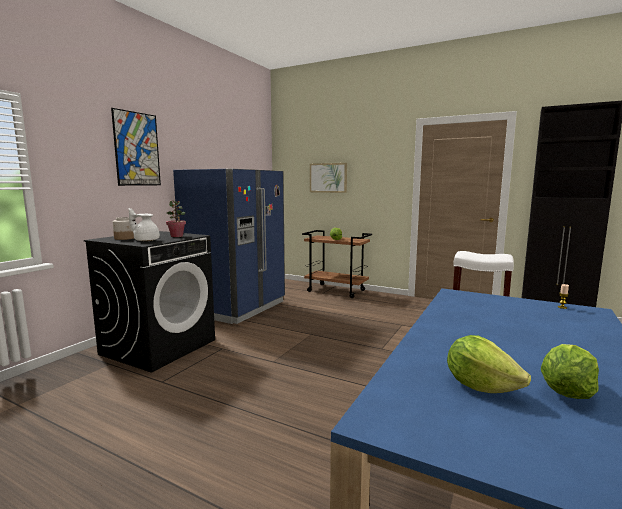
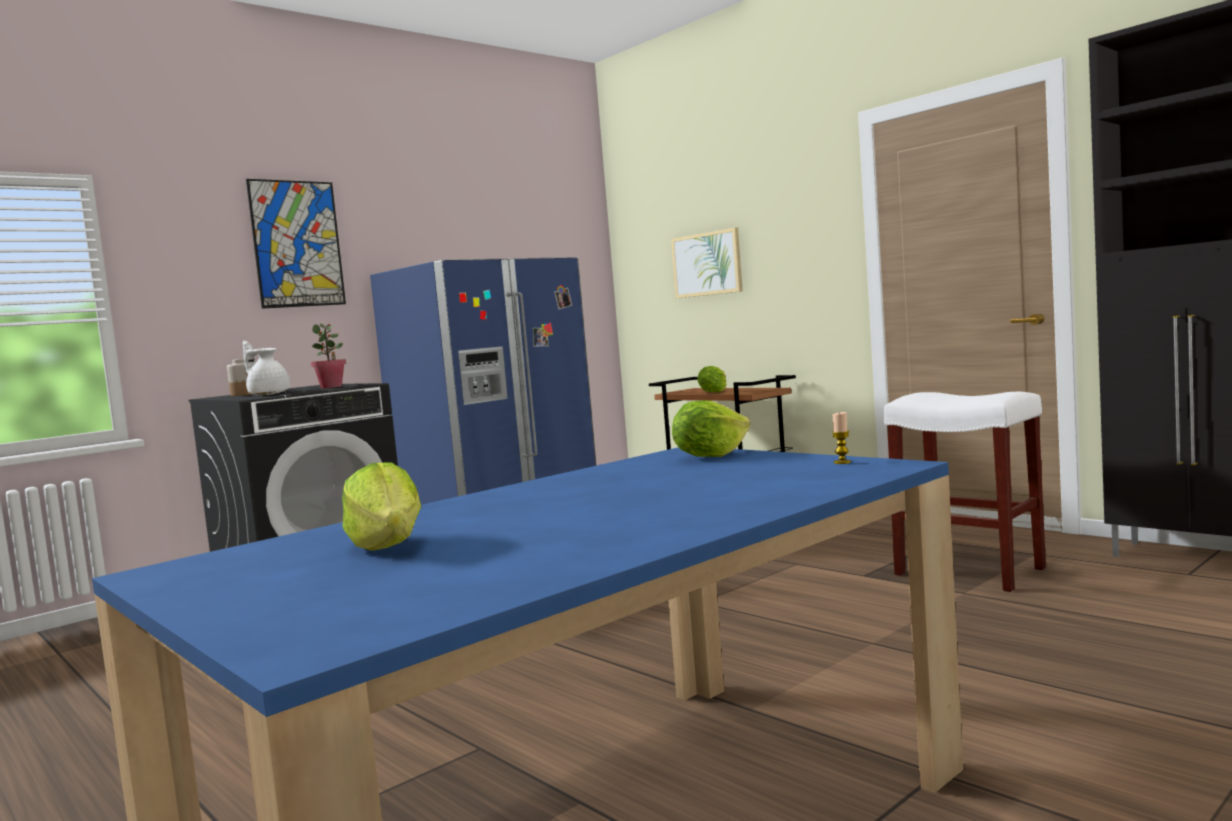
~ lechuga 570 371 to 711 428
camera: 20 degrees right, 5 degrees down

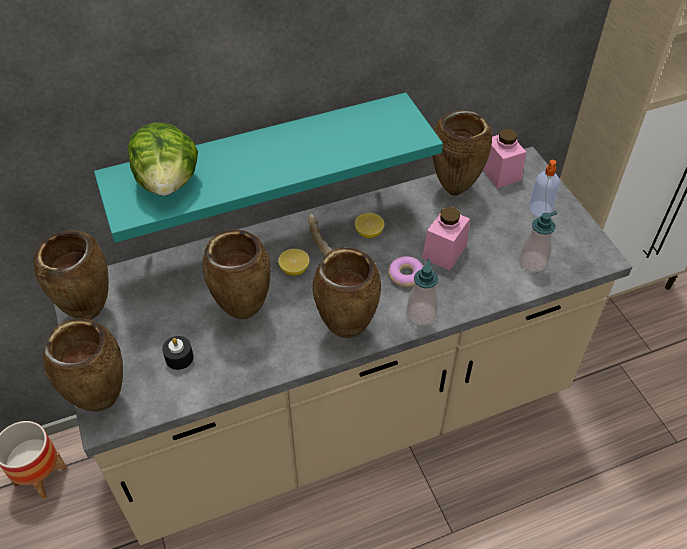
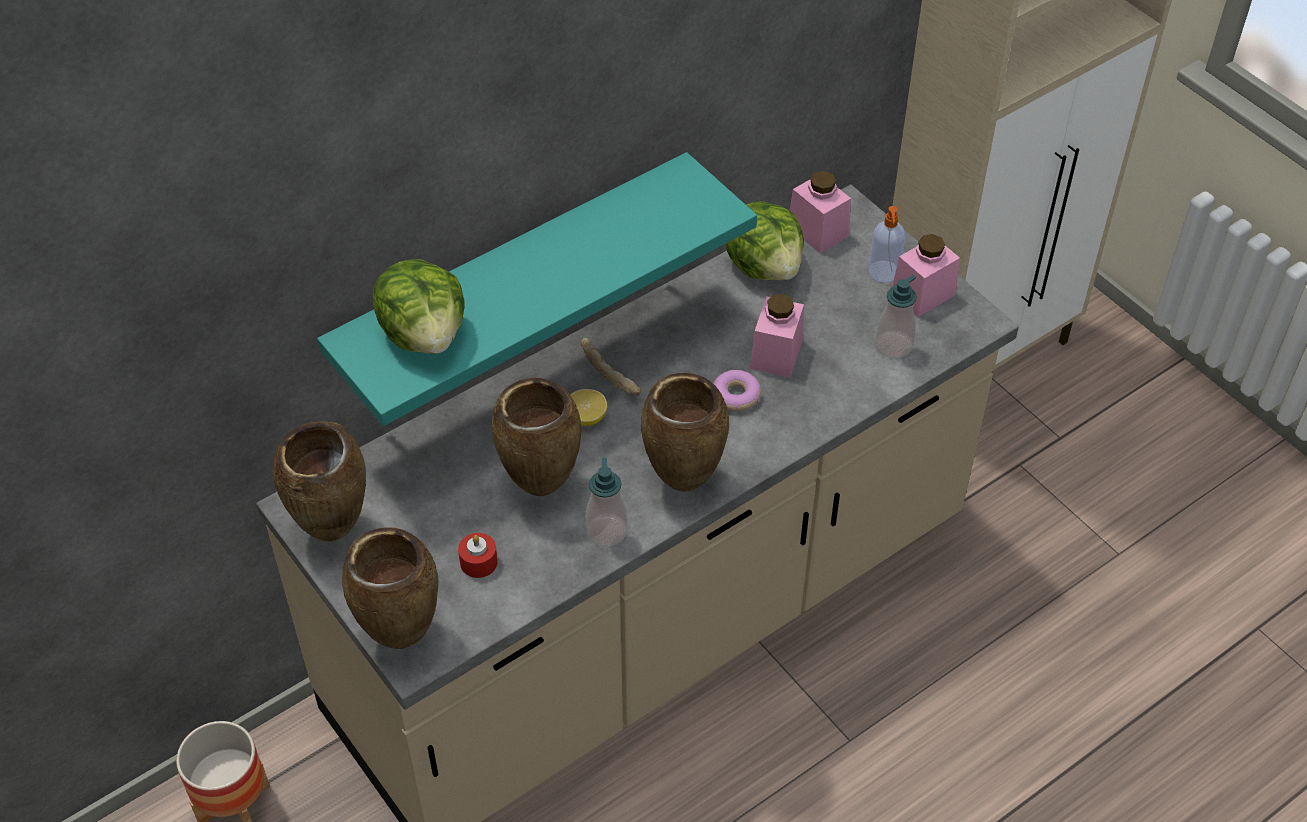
- limón 369 225
+ tarro [rosa] 926 275
~ dispensador de jabón 422 292 to 606 502
~ florero [marrón] 462 153 to lechuga 765 241
~ vela [negro] 178 353 to vela [rojo] 478 555
camera: 15 degrees left, 0 degrees up

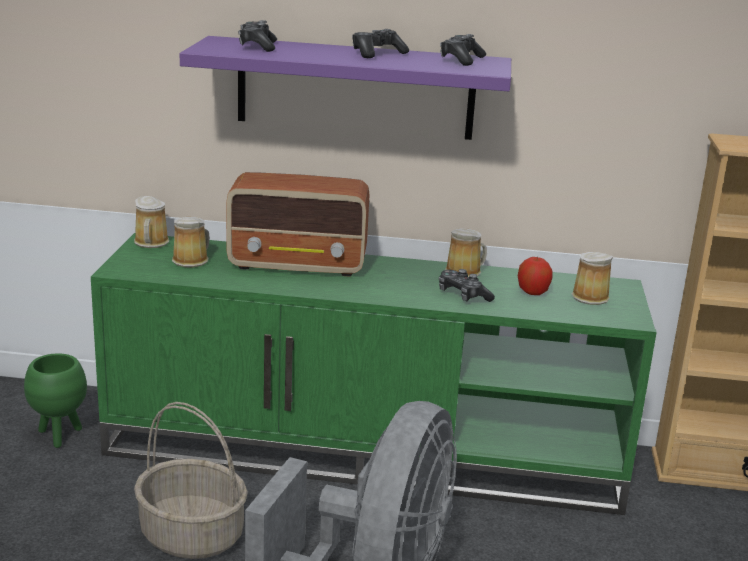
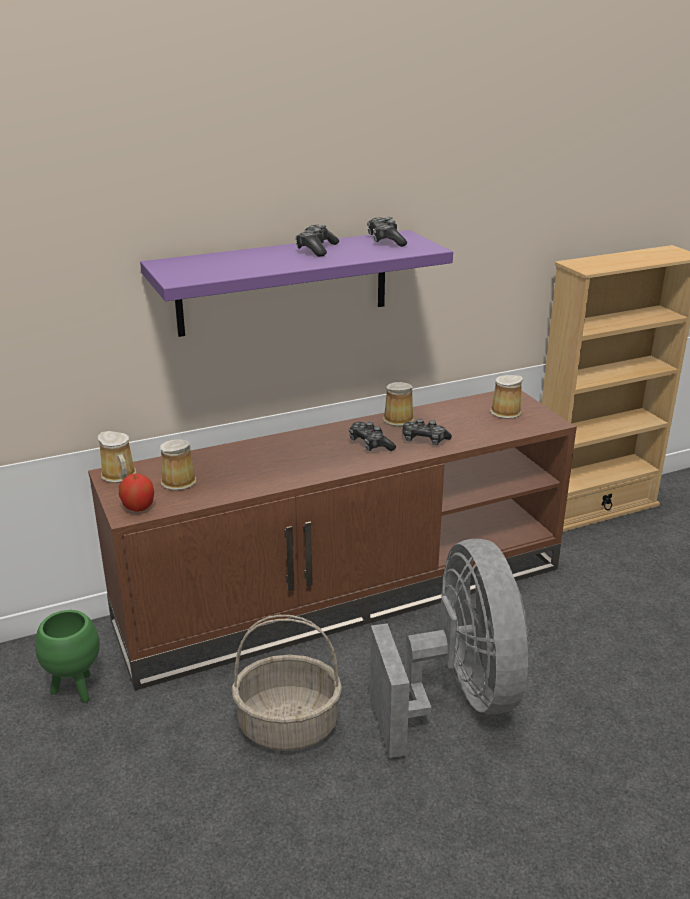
- radio 298 224
~ mando de consola 257 36 to 372 436
~ manzana 535 276 to 136 493
~ mueble de televisión [verde] 374 374 to mueble de televisión [marrón] 332 540
camera: 30 degrees left, 5 degrees up

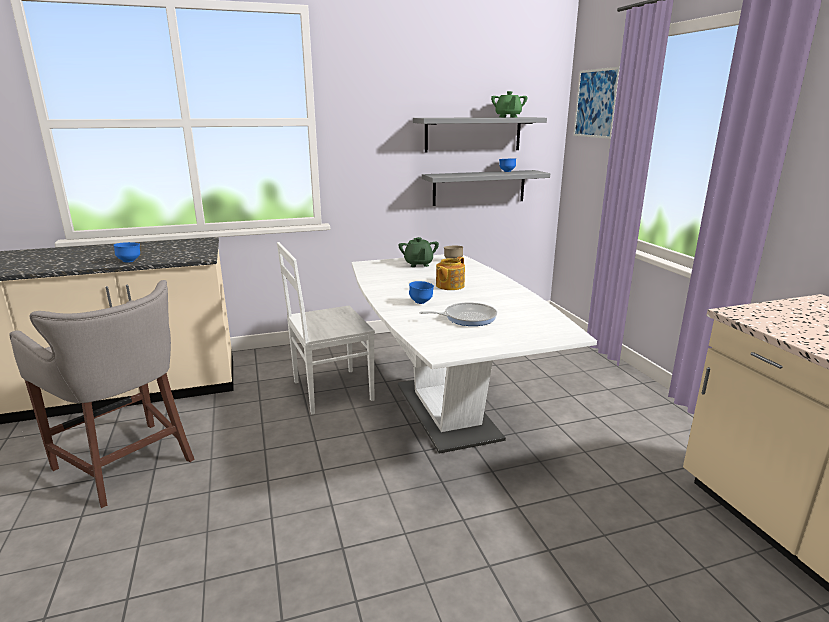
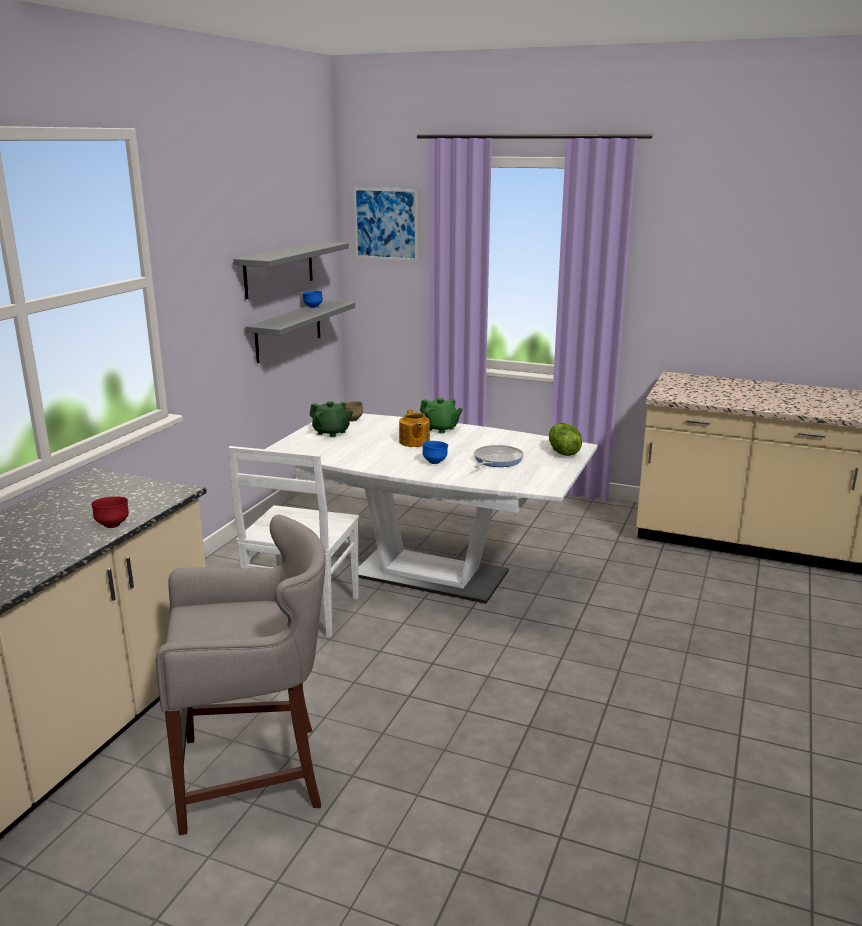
+ lechuga 565 439
~ tetera [verde] 509 104 to 441 415
~ cuenco [azul] 126 252 to cuenco [rojo] 110 512
camera: 50 degrees left, 0 degrees up

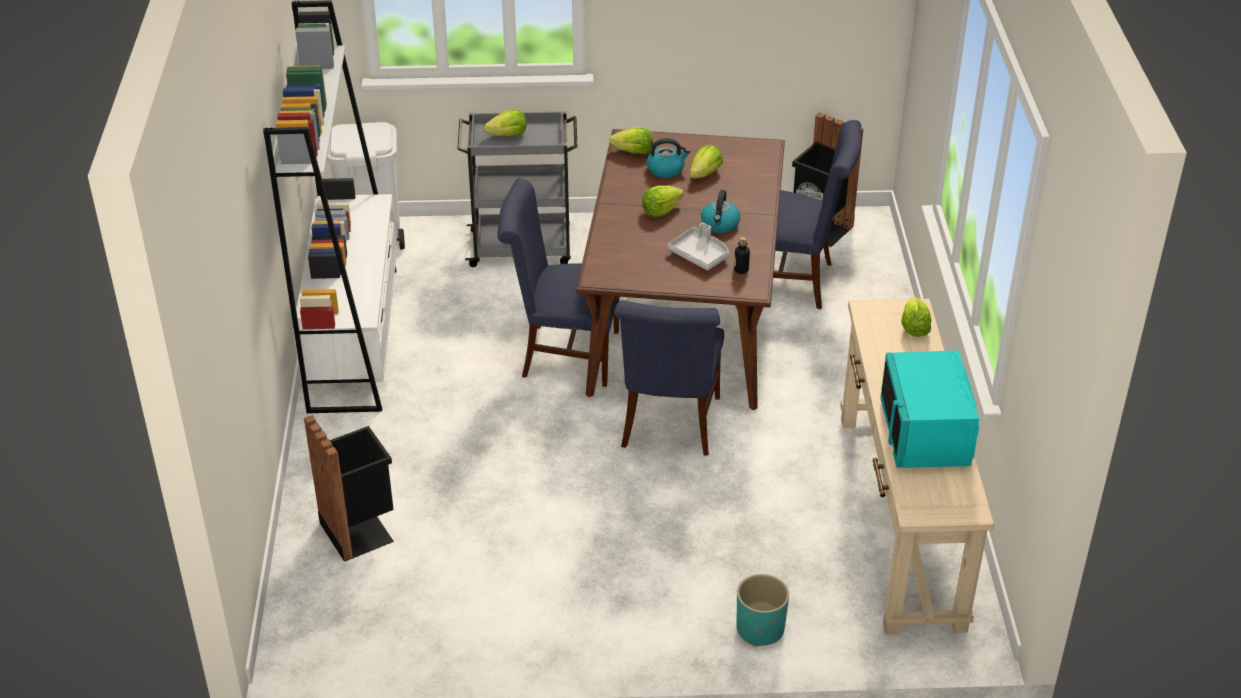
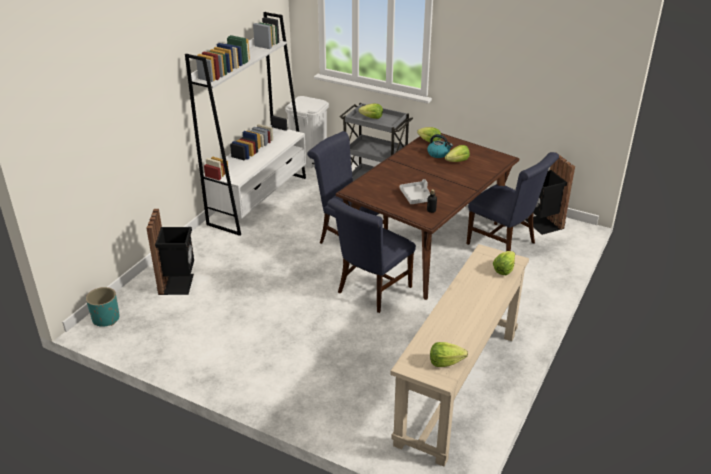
- hervidor 720 211
- microondas [turquesa] 929 409
~ lechuga 663 201 to 449 354
~ maceta [turquesa] 763 610 to 103 307
camera: 30 degrees right, 5 degrees down

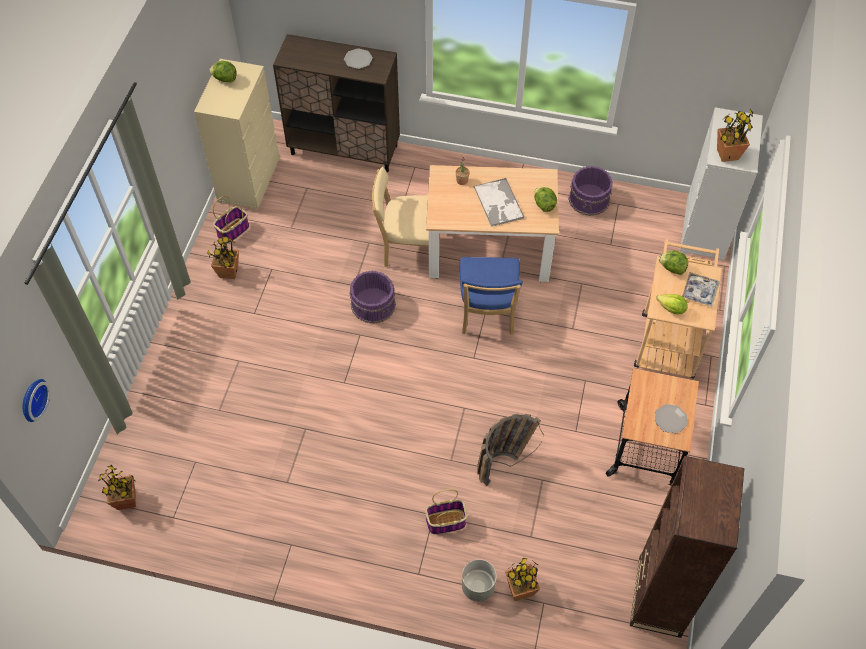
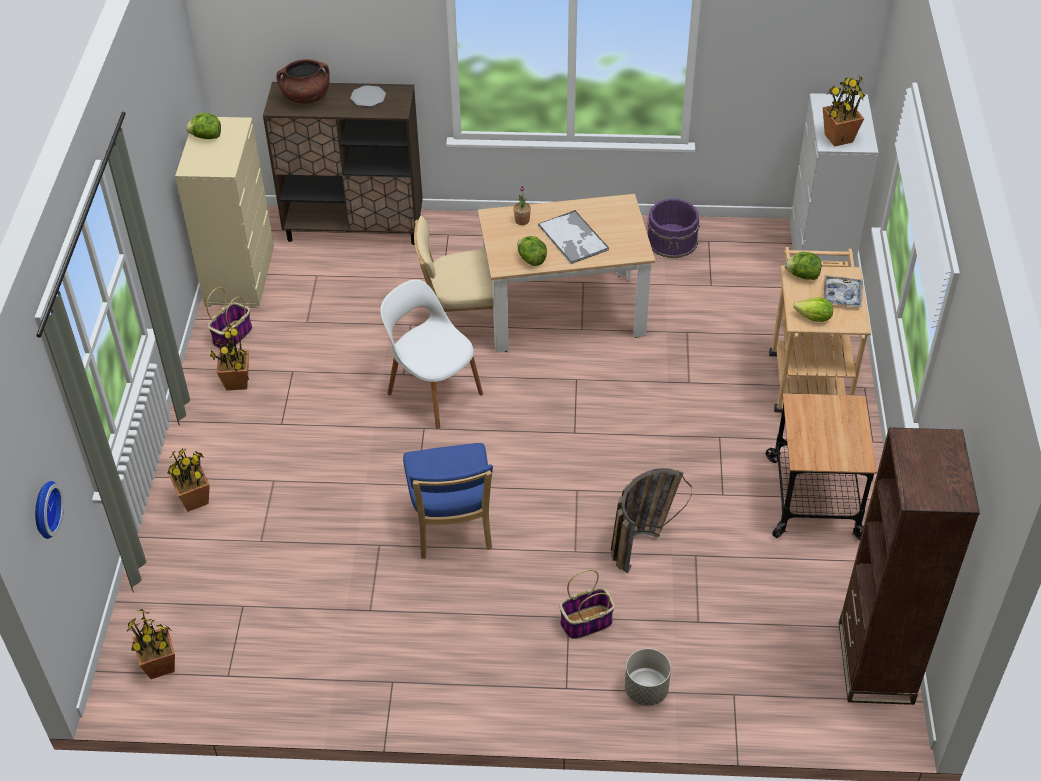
- plato 671 418
+ olla [marrón] 303 81
~ silla [azul] 491 296 to 448 501
~ planta en maceta 522 579 to 189 480
~ lechuga 545 199 to 532 251
~ cubo [morado] 372 297 to silla [blanco] 431 354
camera: 10 degrees left, 10 degrees down

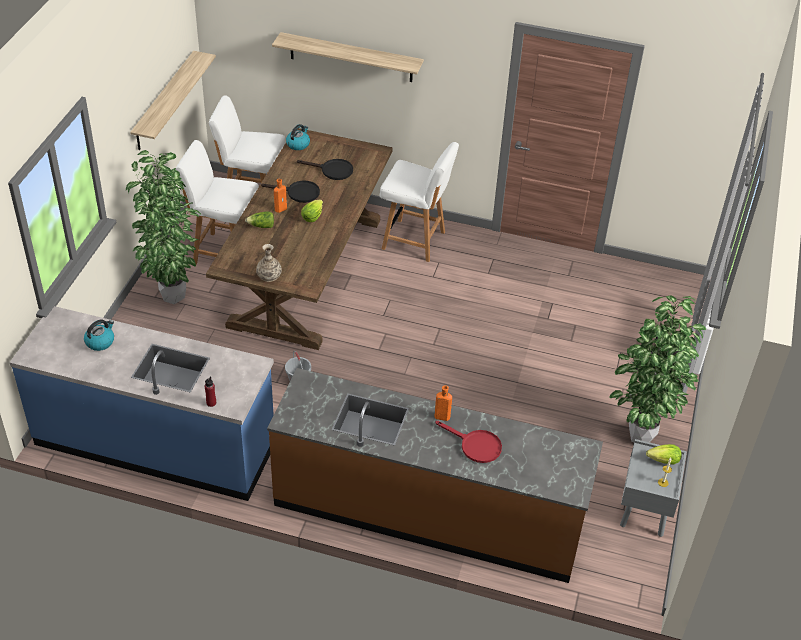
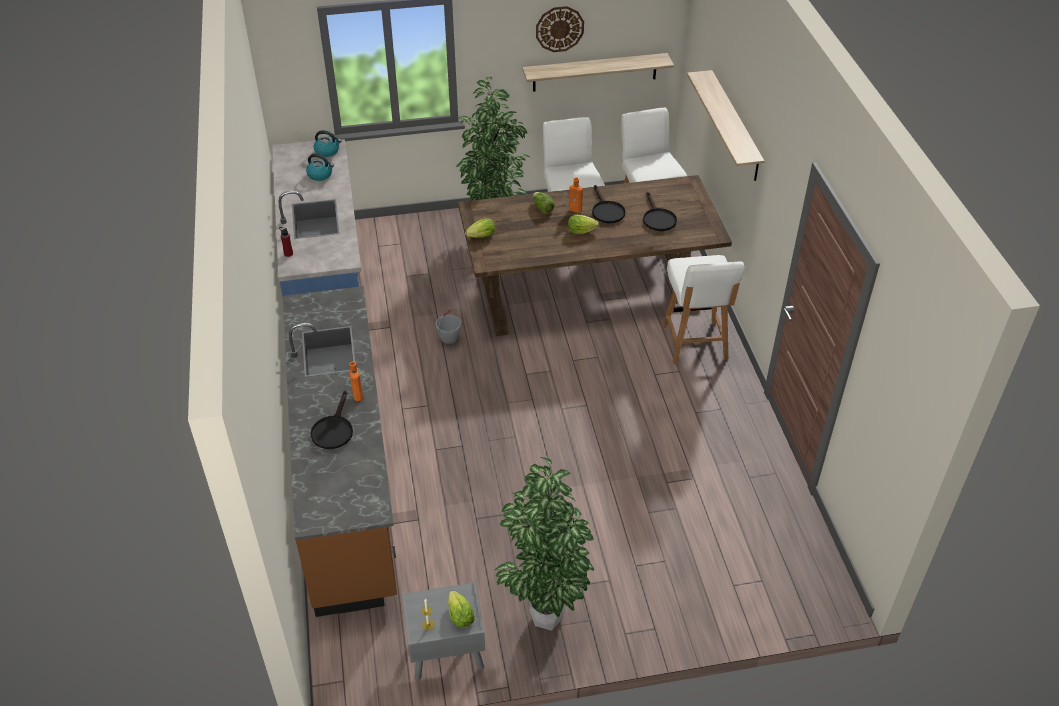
+ reloj de pared 560 29
~ hervidor 298 137 to 327 143
~ florero 269 263 to lechuga 480 228
~ sartén [rojo] 469 442 to sartén [negro] 332 419
camera: 65 degrees right, 0 degrees up

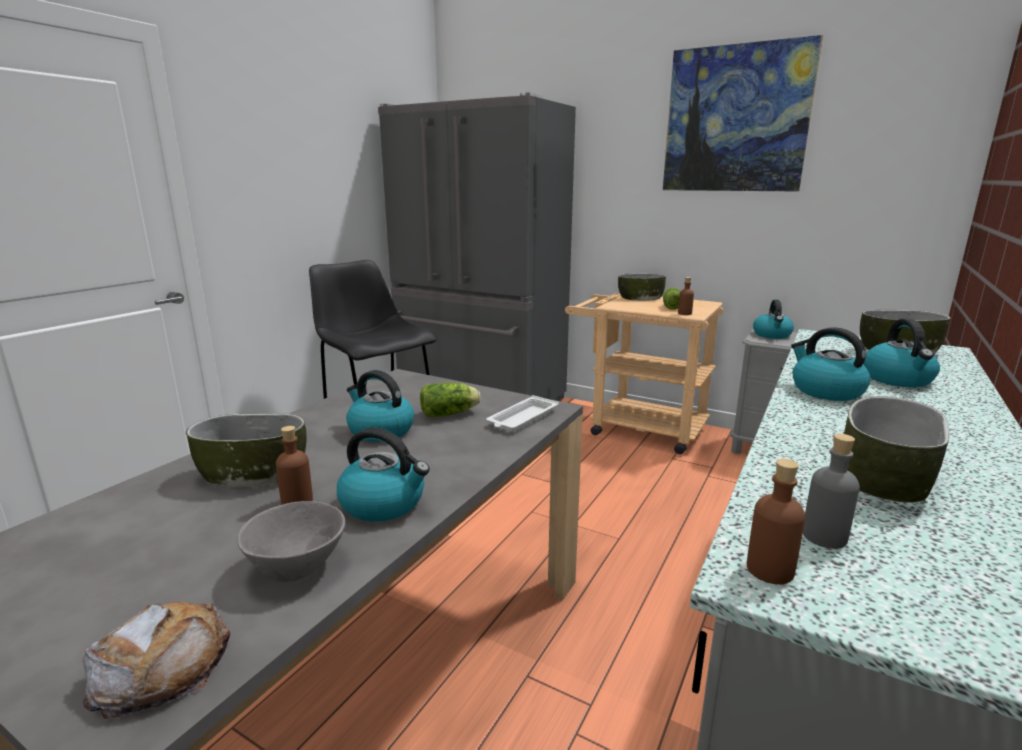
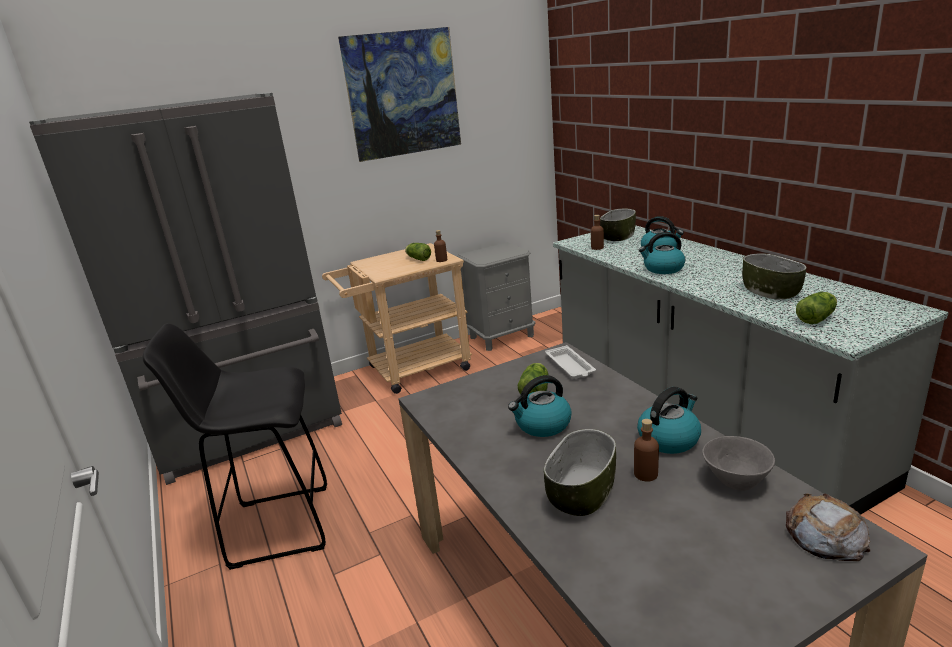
- cuenco 642 287
- hervidor 773 319
~ botella [marrón] 776 521 to 597 232
~ botella [gris] 831 491 to lechuga 816 308
camera: 55 degrees left, 5 degrees up

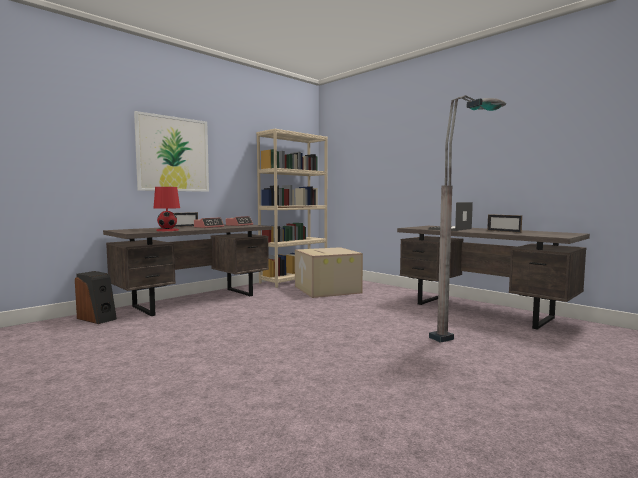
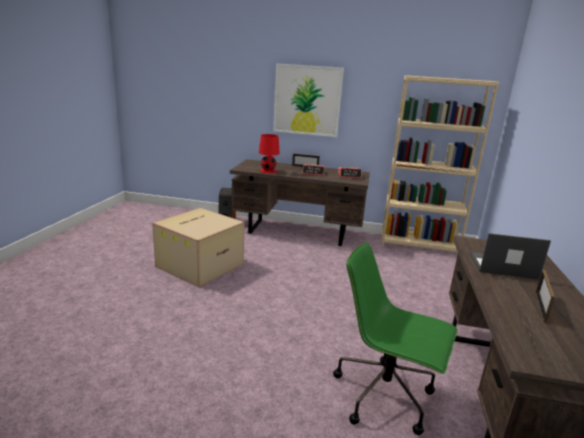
~ caja de cartón 329 272 to 198 247
~ lámpara de pie [gris] 467 219 to silla de oficina [verde] 395 338
camera: 55 degrees right, 15 degrees up

